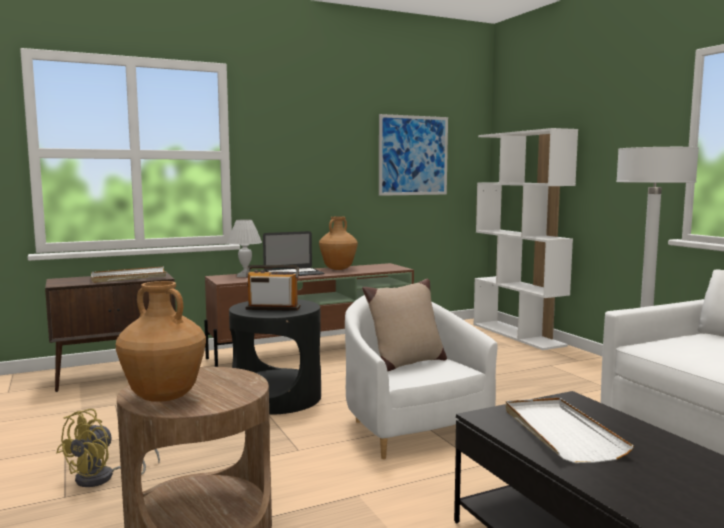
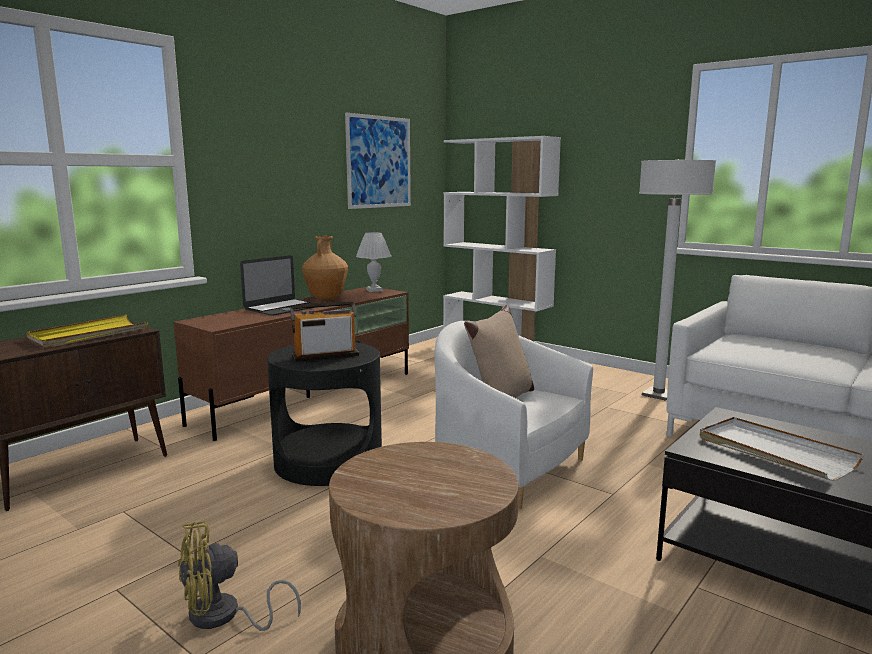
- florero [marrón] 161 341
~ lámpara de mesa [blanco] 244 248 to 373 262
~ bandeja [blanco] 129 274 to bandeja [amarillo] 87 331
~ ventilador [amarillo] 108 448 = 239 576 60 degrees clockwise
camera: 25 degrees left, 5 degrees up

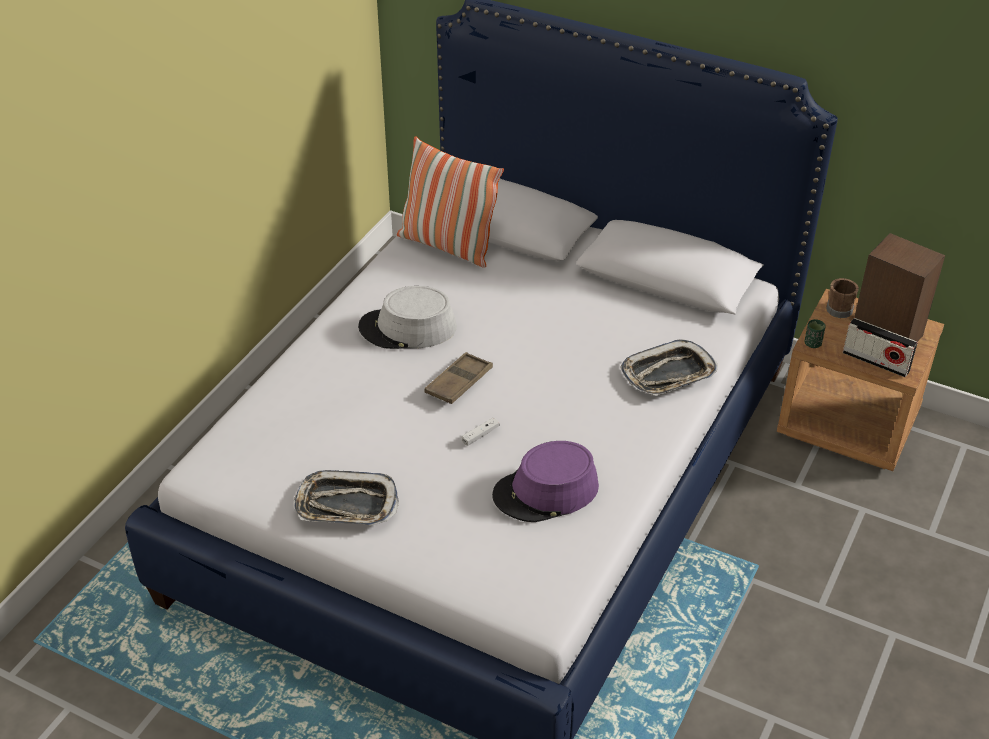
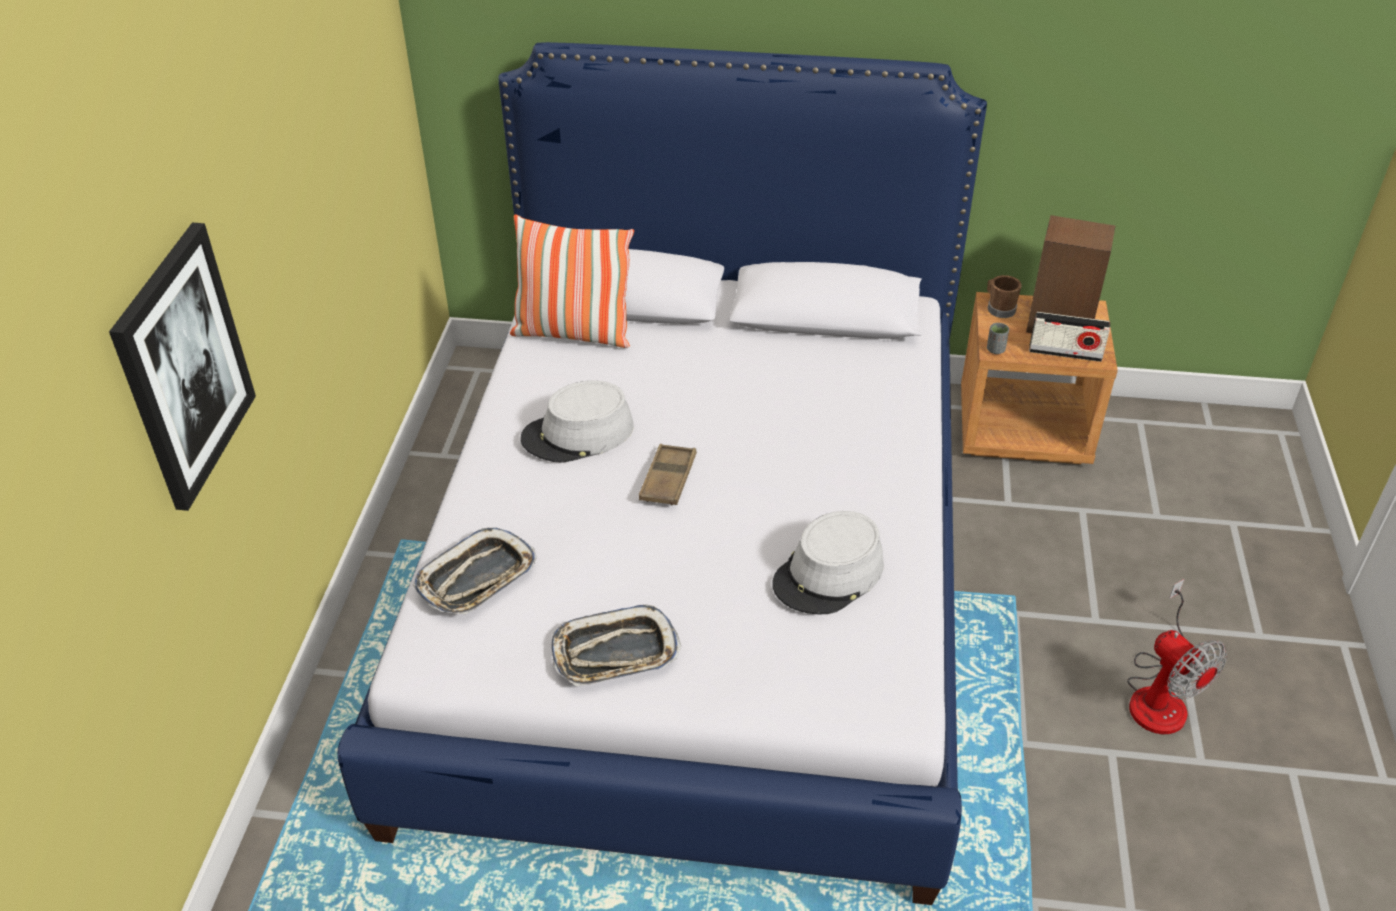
- mando de consola [blanco] 481 431
+ cuadro 182 367
+ ventilador 1177 656
~ bandeja 669 367 to 475 571
~ sombrero [morado] 545 481 to sombrero [gris] 828 562
~ taza [verde] 815 333 to taza [gris] 998 338
camera: 20 degrees left, 0 degrees up

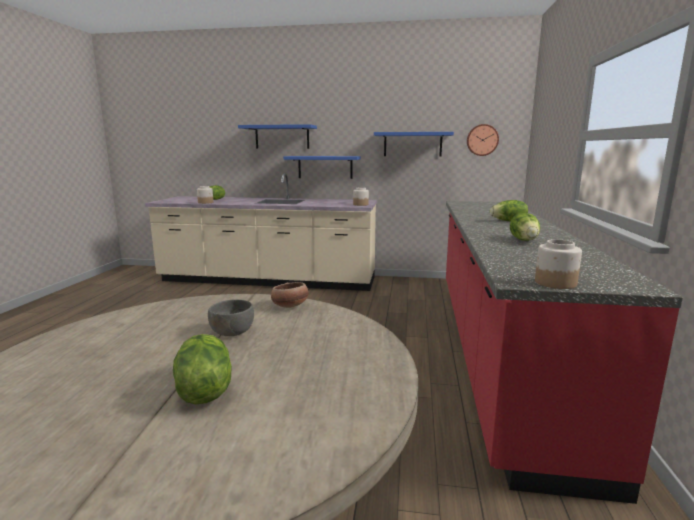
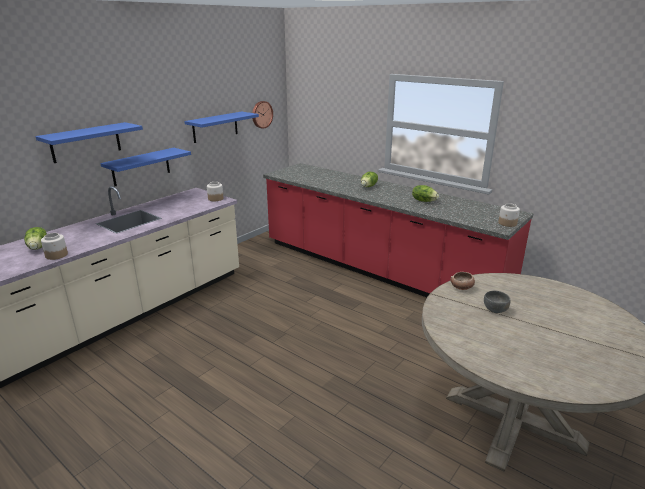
- lechuga 202 369
camera: 60 degrees left, 10 degrees up

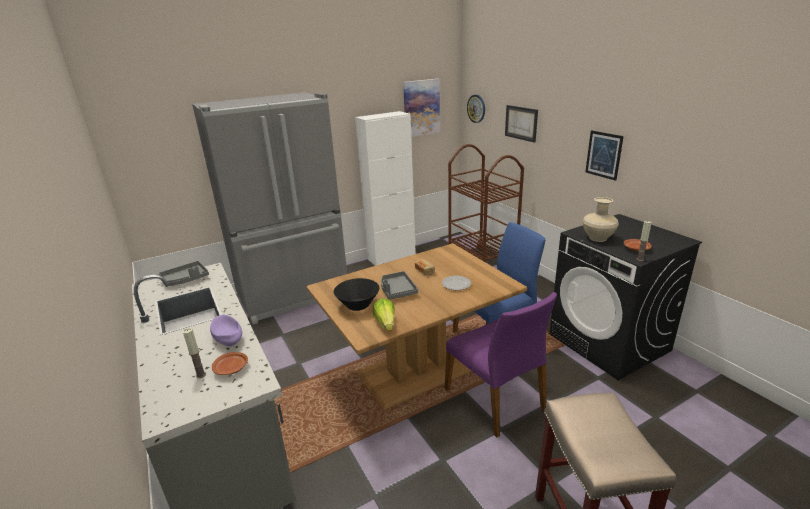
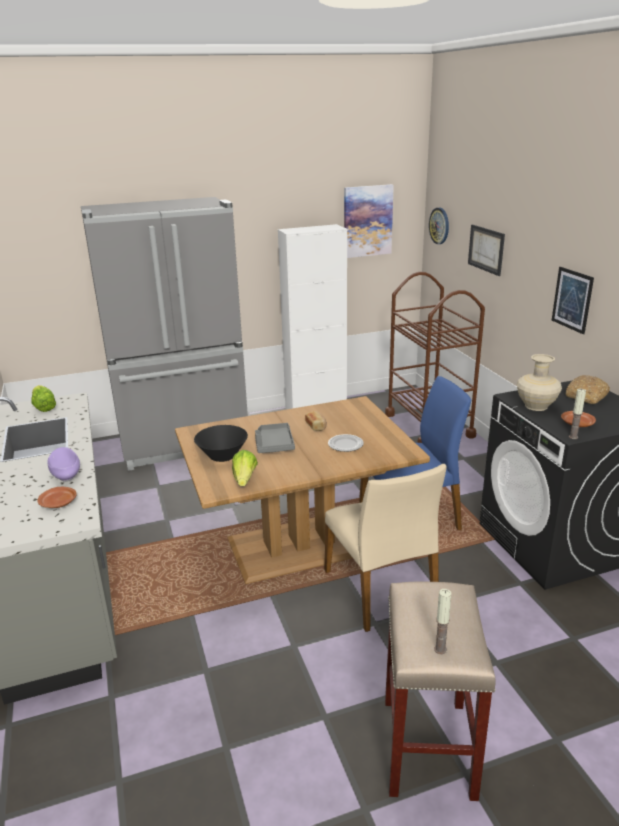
+ pan 588 389
~ vela 194 353 to 443 621
~ bandeja [gris] 183 273 to lechuga 43 398
~ silla [morado] 501 365 to silla [beis] 385 548
camera: 10 degrees right, 0 degrees up

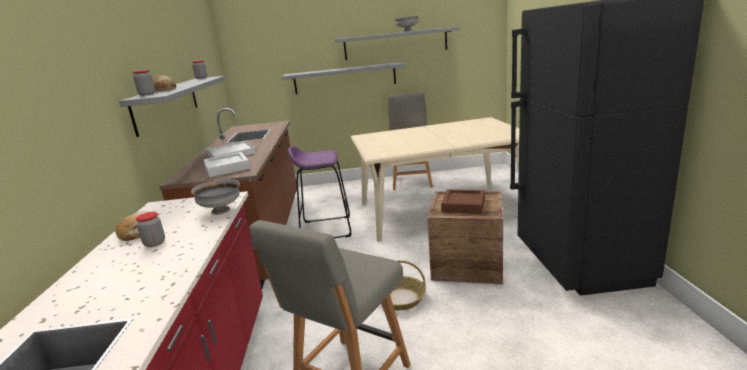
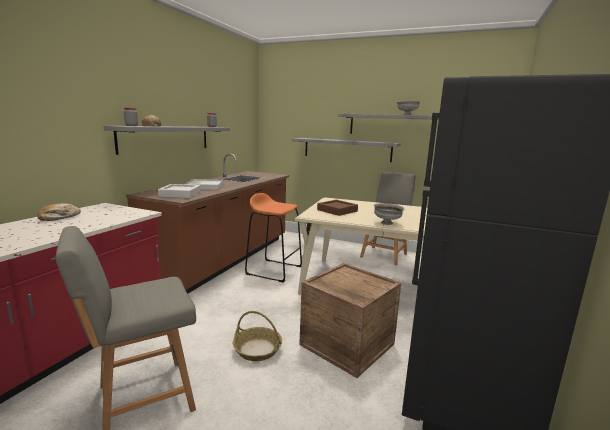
- tarro 150 229
~ cuenco [gris] 215 197 to 389 214
~ bandeja [marrón] 463 201 to 337 208
~ taburete [morado] 320 192 to taburete [naranja] 273 238
camera: 25 degrees right, 5 degrees down

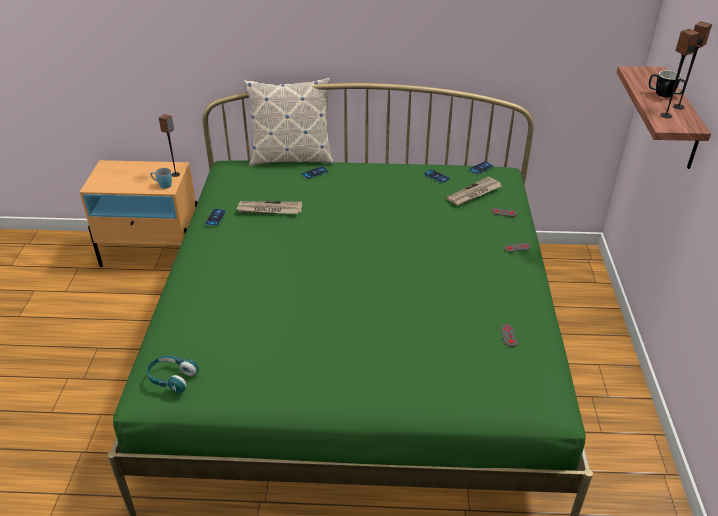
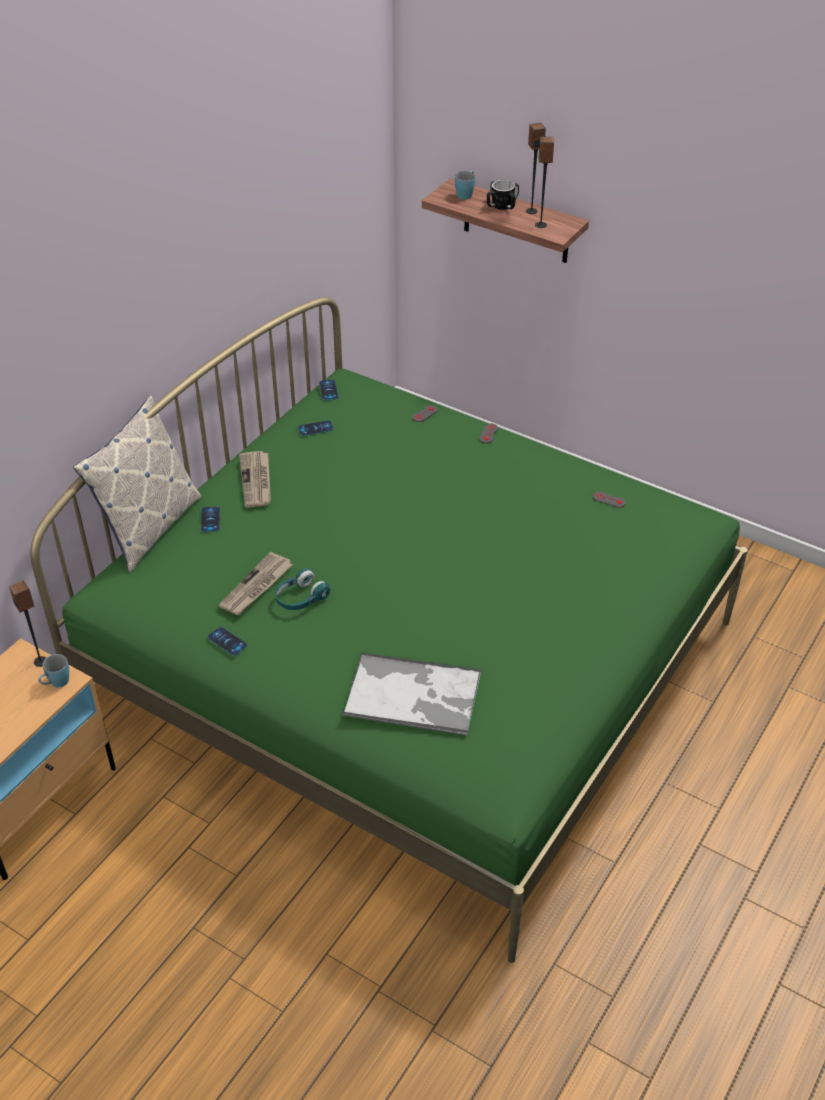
+ bandeja 412 694
+ taza grande [azul] 465 185
~ auriculares [turquesa] 172 374 to 302 589
~ periódico 474 191 to 255 479
camera: 60 degrees left, 5 degrees up

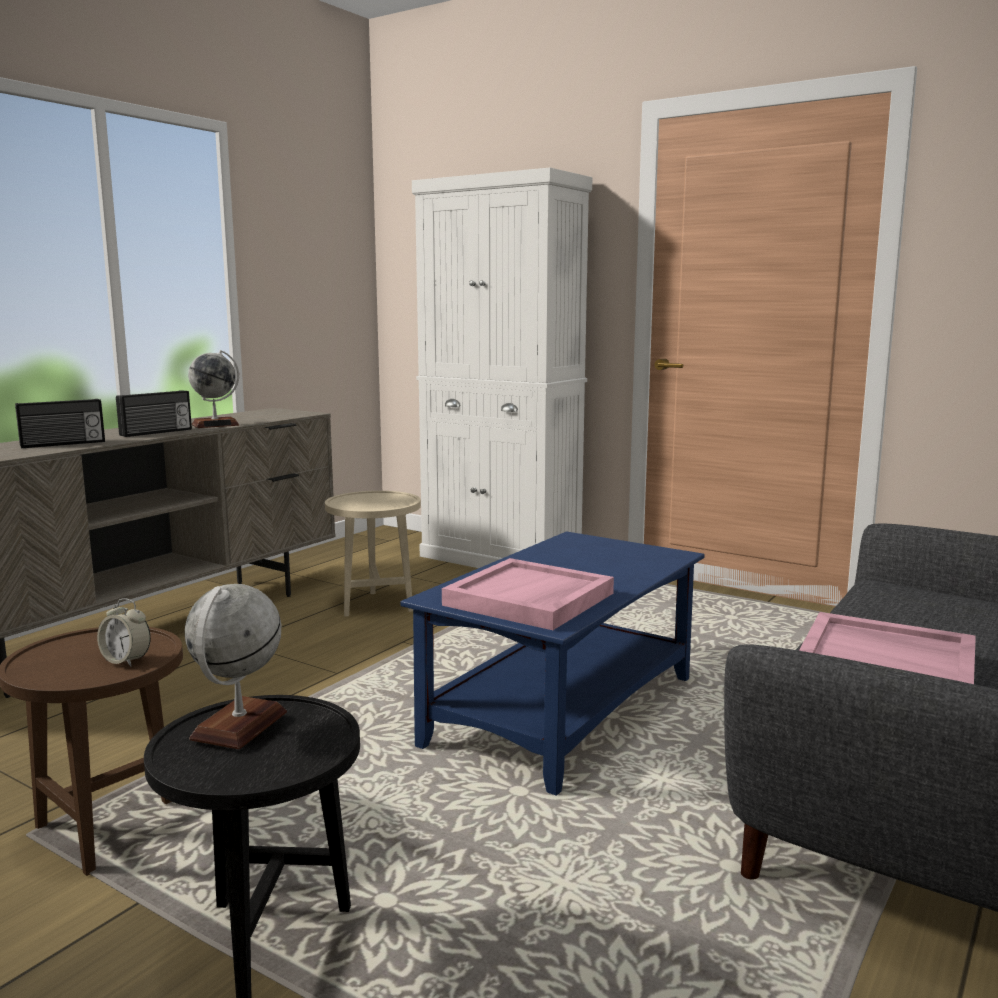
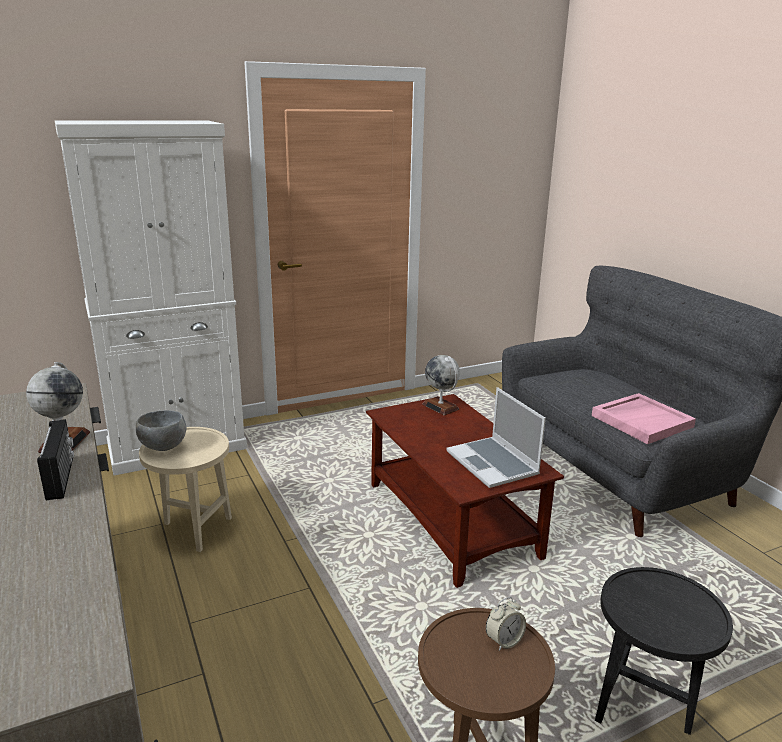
- radio 60 423
+ cuenco [gris] 161 430
~ globo terráqueo 236 666 to 441 385
~ bandeja [rosa] 528 594 to portátil 496 437
~ mesa de centro [azul] 552 663 to mesa de centro [marrón] 465 491
camera: 60 degrees left, 10 degrees up

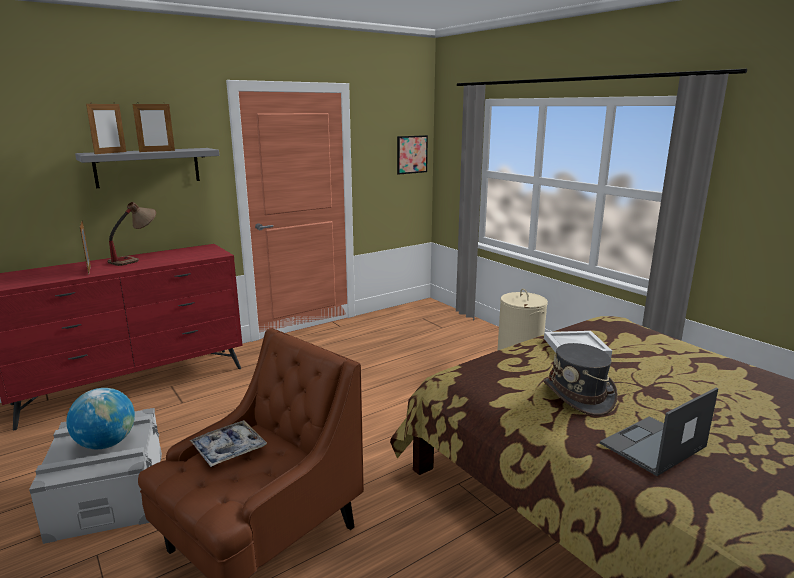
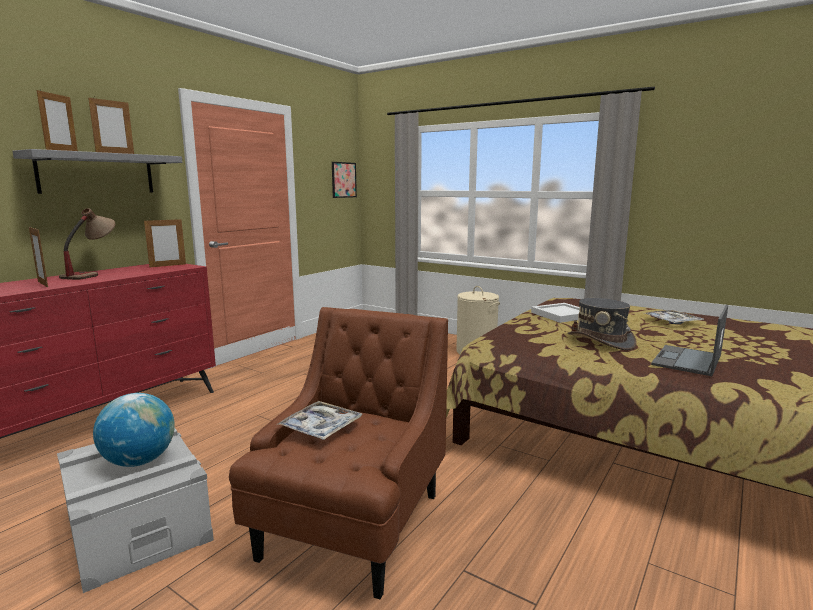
+ portarretratos 165 243
+ bandeja 673 317
camera: 20 degrees left, 5 degrees down

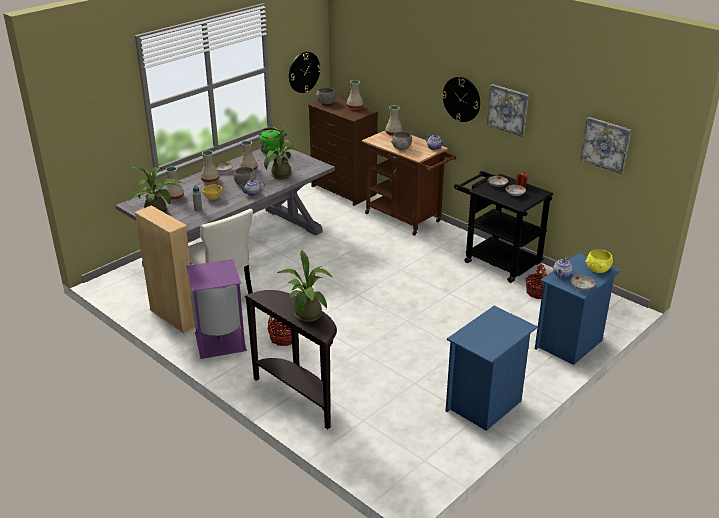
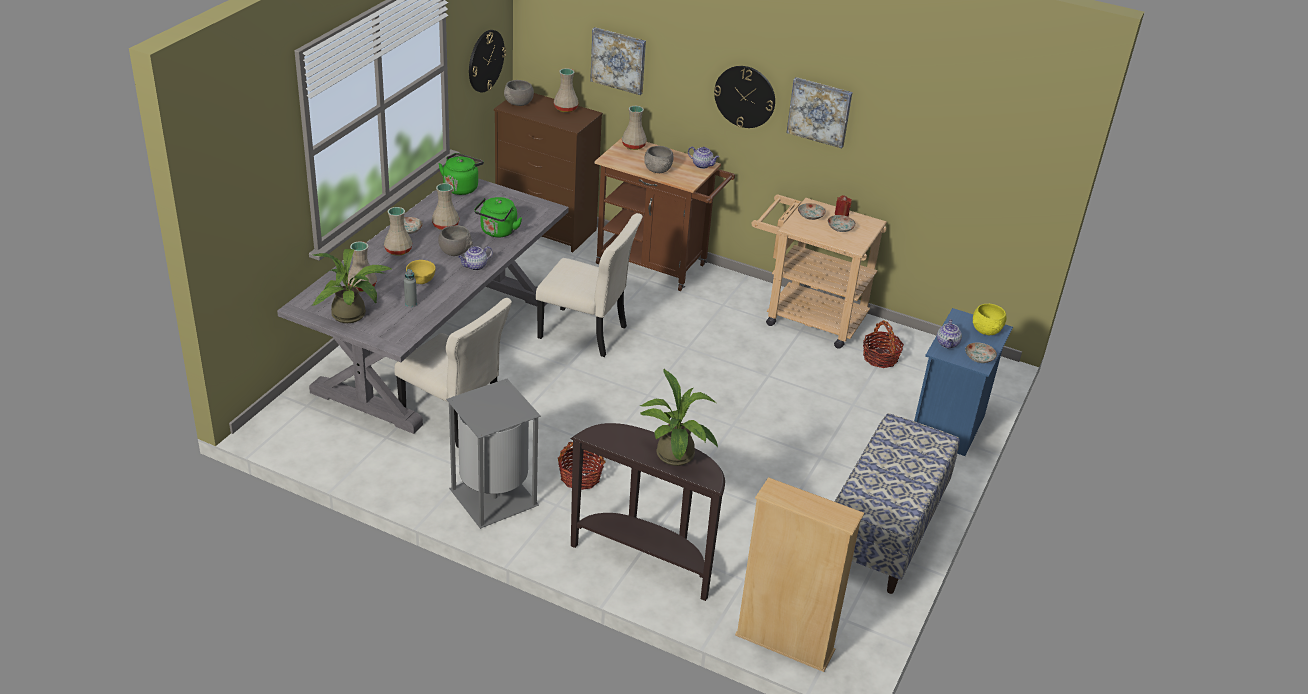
+ silla [beis] 589 285
~ estantería [beis] 164 269 to 799 574
~ cuadro 605 145 to 618 61
~ planta en maceta 279 152 to hervidor [verde] 498 217
~ mesita de noche [azul] 492 368 to banco 897 503
~ papelera [morado] 217 309 to papelera [gris] 493 454
~ carrito [negro] 503 227 to carrito [beis] 819 271
camera: 20 degrees left, 5 degrees up

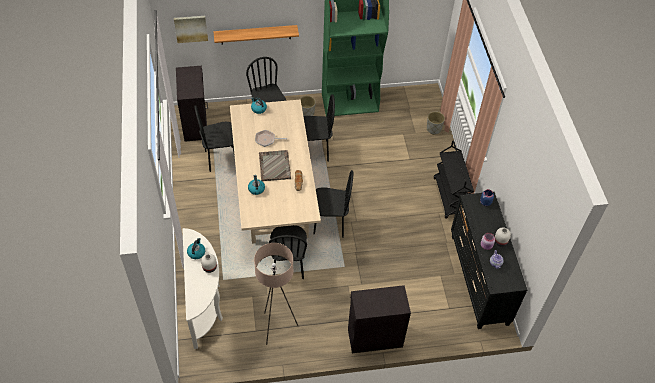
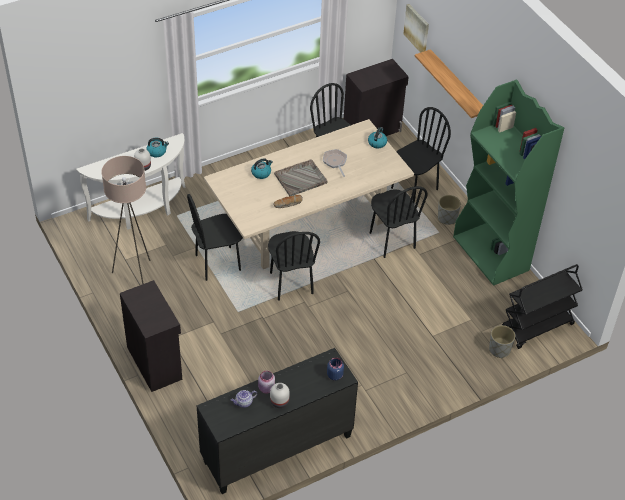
~ carrito [negro] 454 180 to 542 306
camera: 70 degrees right, 5 degrees down

